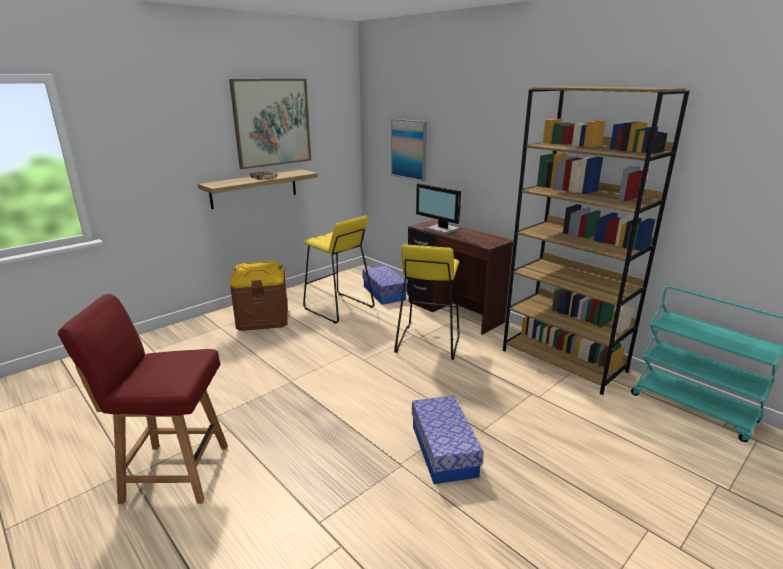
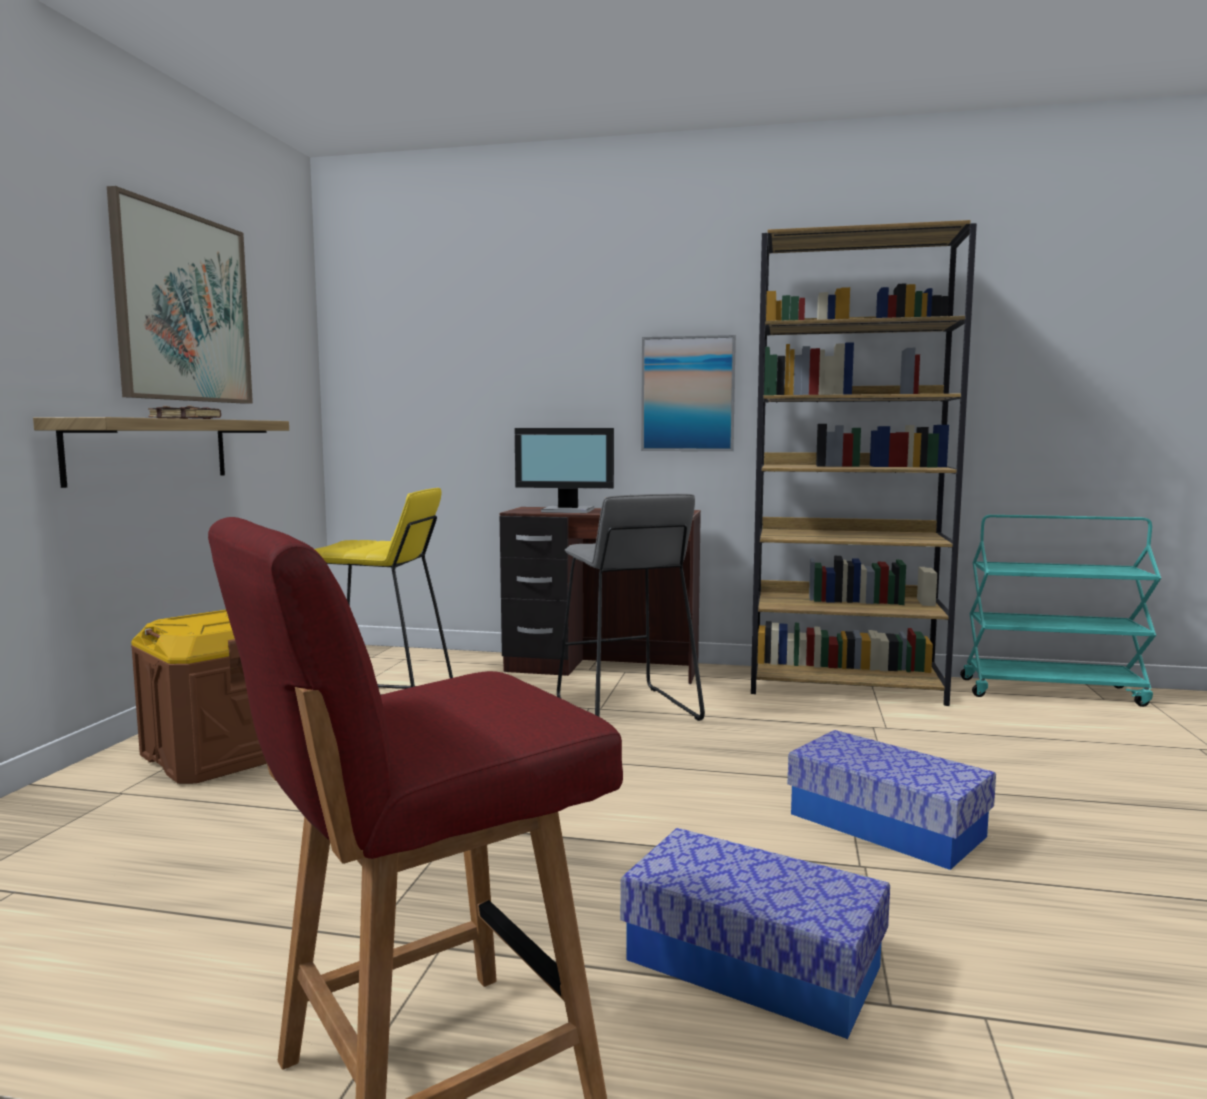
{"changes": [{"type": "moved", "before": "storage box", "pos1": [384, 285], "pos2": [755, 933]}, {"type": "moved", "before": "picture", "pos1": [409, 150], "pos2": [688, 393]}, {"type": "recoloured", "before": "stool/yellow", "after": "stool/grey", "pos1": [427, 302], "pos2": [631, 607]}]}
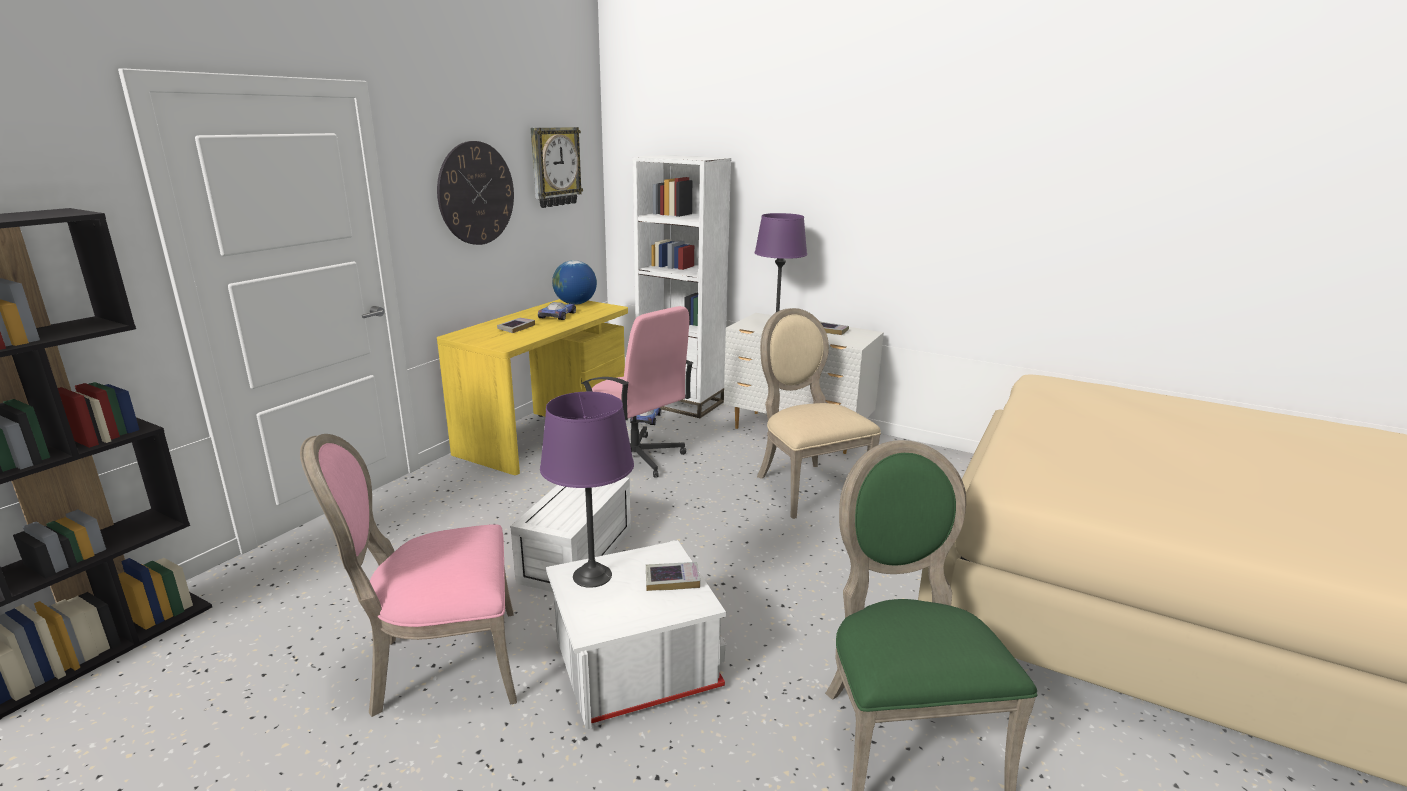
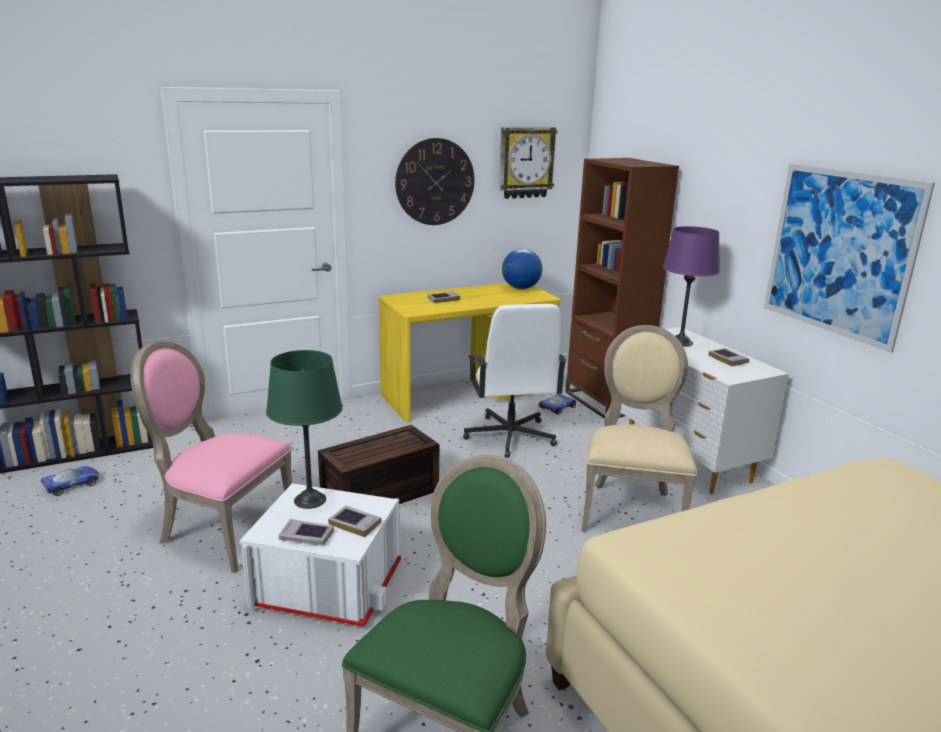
{"changes": [{"type": "recoloured", "before": "storage box/white", "after": "storage box/brown", "pos1": [570, 534], "pos2": [379, 464]}, {"type": "moved", "before": "toy car", "pos1": [557, 311], "pos2": [70, 481]}, {"type": "recoloured", "before": "table lamp/purple", "after": "table lamp/green", "pos1": [587, 490], "pos2": [304, 429]}, {"type": "recoloured", "before": "office chair/pink", "after": "office chair/white", "pos1": [637, 392], "pos2": [515, 381]}, {"type": "recoloured", "before": "bookcase/white", "after": "bookcase/brown", "pos1": [682, 286], "pos2": [622, 288]}, {"type": "added", "after": "book", "pos2": [306, 532]}, {"type": "added", "after": "picture", "pos2": [849, 258]}]}
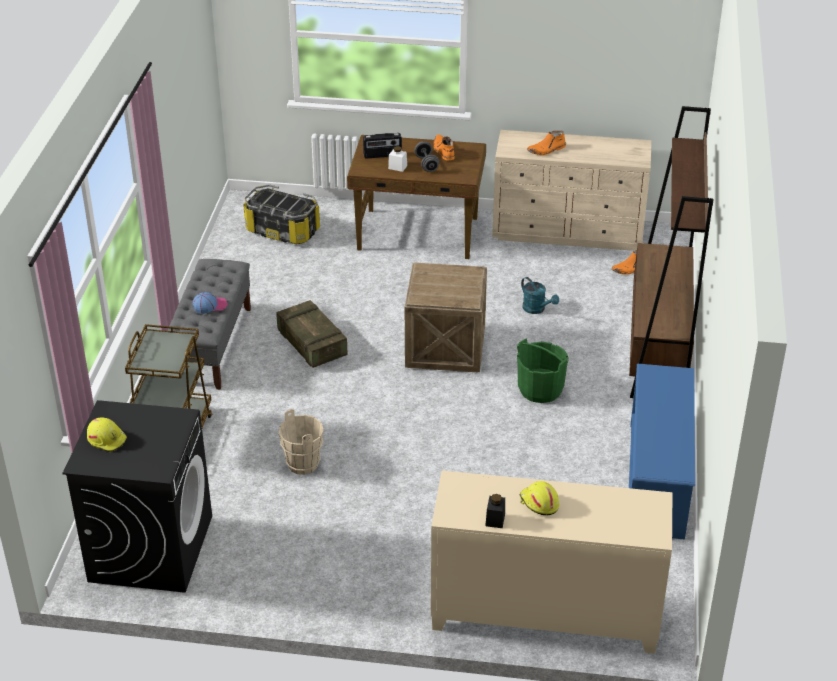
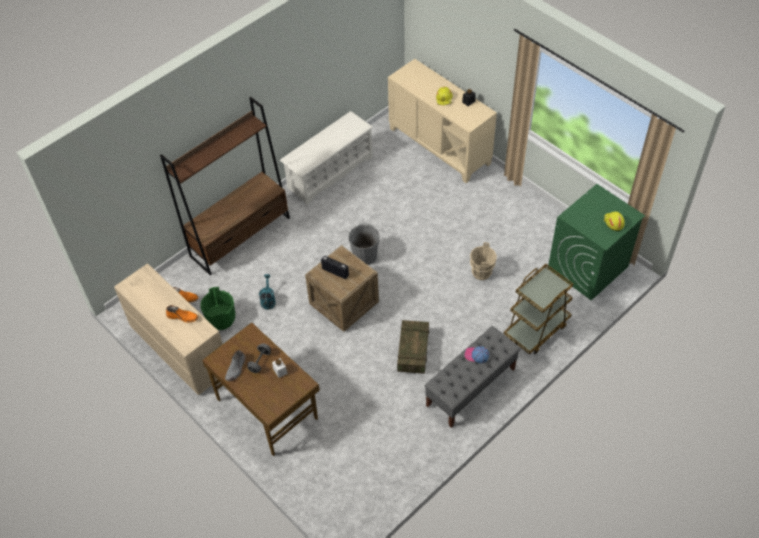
{"changes": [{"type": "recoloured", "before": "washing machine/black", "after": "washing machine/green", "pos1": [137, 496], "pos2": [596, 242]}, {"type": "removed", "before": "storage box", "pos1": [281, 214]}, {"type": "moved", "before": "radio", "pos1": [382, 146], "pos2": [335, 267]}, {"type": "recoloured", "before": "boot/orange", "after": "boot/grey", "pos1": [444, 147], "pos2": [235, 365]}, {"type": "moved", "before": "bucket/green", "pos1": [543, 370], "pos2": [217, 308]}, {"type": "recoloured", "before": "shoe rack/blue", "after": "shoe rack/white", "pos1": [662, 452], "pos2": [326, 158]}, {"type": "added", "after": "bucket/grey", "pos2": [364, 244]}]}
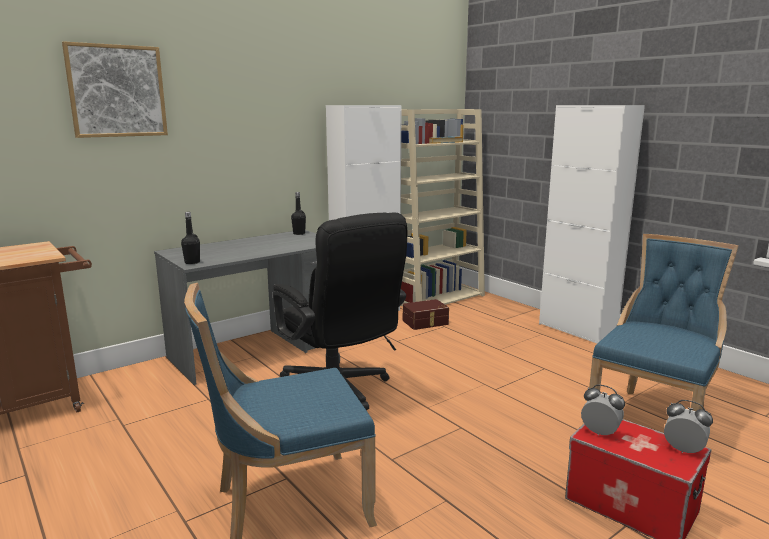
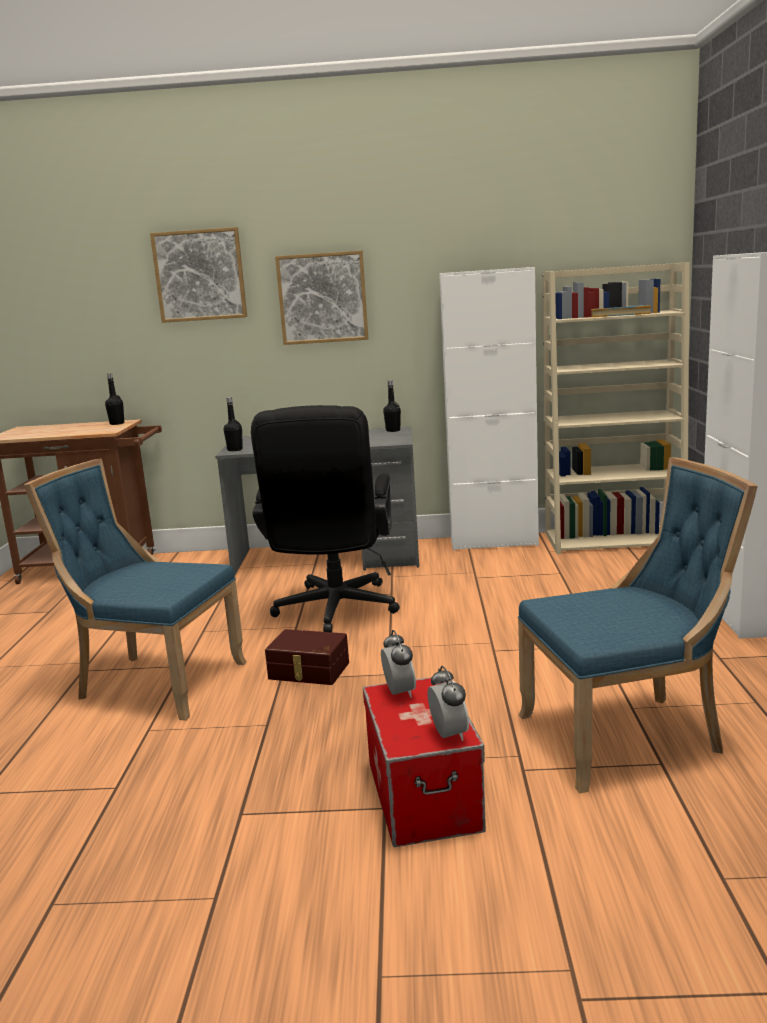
{"changes": [{"type": "moved", "before": "storage box/brown", "pos1": [426, 314], "pos2": [307, 657]}, {"type": "added", "after": "bottle/black", "pos2": [114, 399]}, {"type": "added", "after": "picture", "pos2": [321, 298]}]}
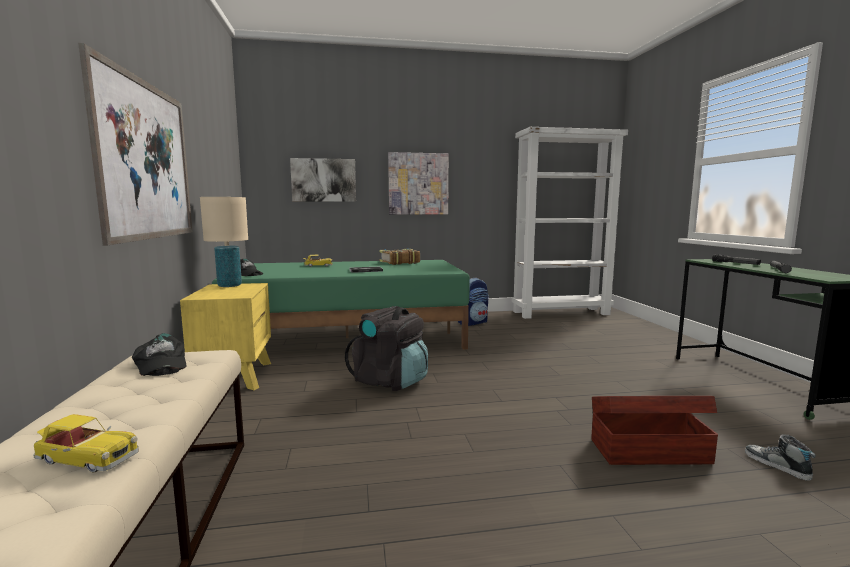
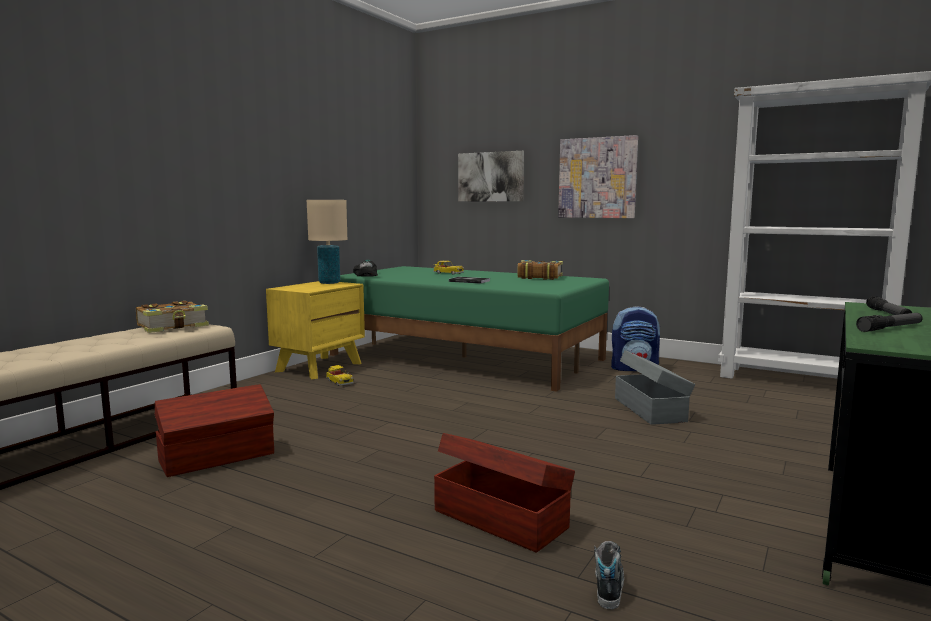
{"changes": [{"type": "moved", "before": "toy car", "pos1": [86, 443], "pos2": [340, 375]}, {"type": "removed", "before": "picture", "pos1": [135, 144]}, {"type": "replaced", "before": "cap/black", "after": "book", "pos1": [159, 354], "pos2": [172, 317]}, {"type": "removed", "before": "backpack/black", "pos1": [386, 348]}, {"type": "added", "after": "storage box/brown", "pos2": [214, 430]}, {"type": "added", "after": "storage box/grey", "pos2": [655, 387]}]}
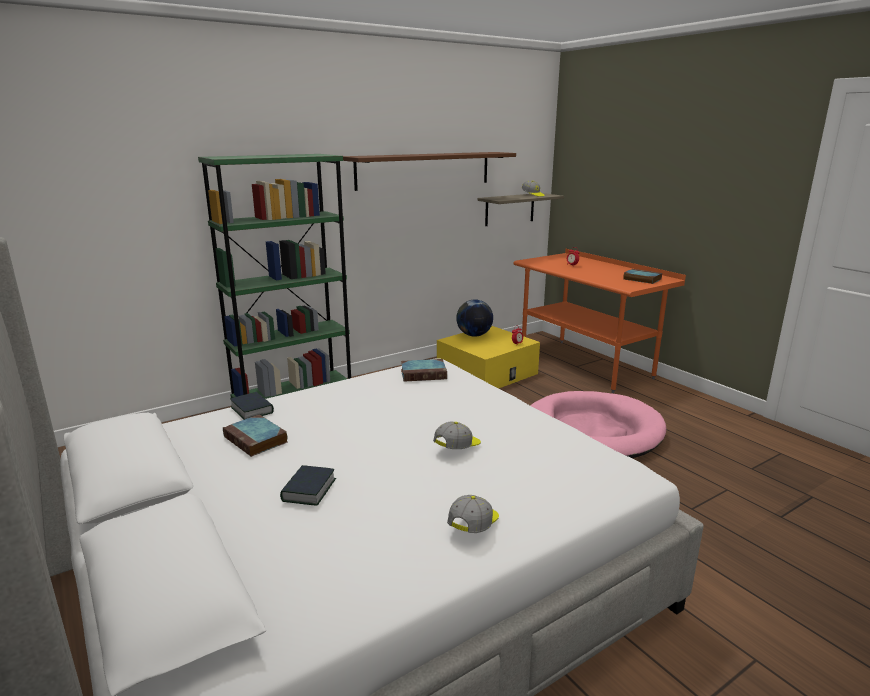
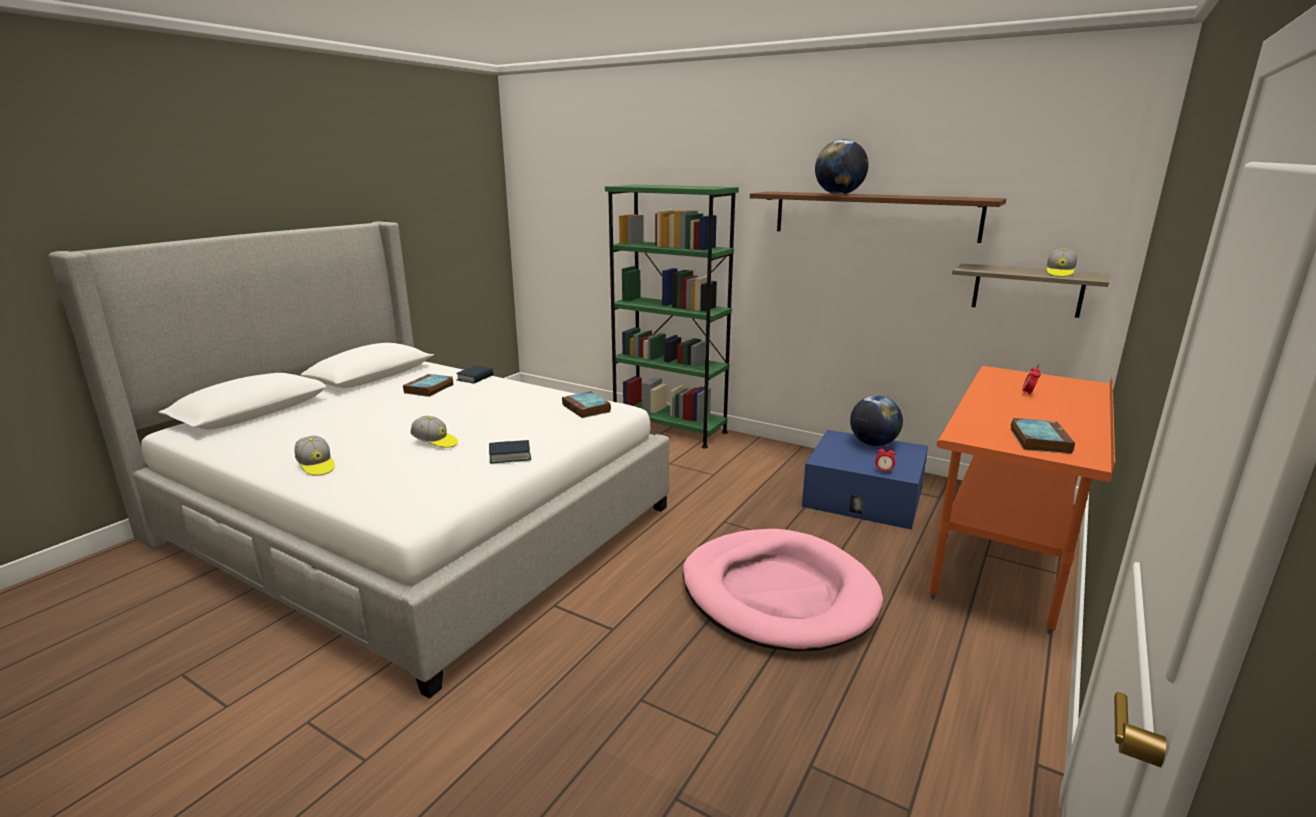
{"changes": [{"type": "moved", "before": "book", "pos1": [308, 485], "pos2": [510, 452]}, {"type": "recoloured", "before": "storage box/yellow", "after": "storage box/blue", "pos1": [488, 357], "pos2": [865, 480]}, {"type": "turned", "before": "cap", "pos1": [473, 514], "pos2": [315, 456], "turn": 45}, {"type": "added", "after": "globe", "pos2": [842, 167]}]}
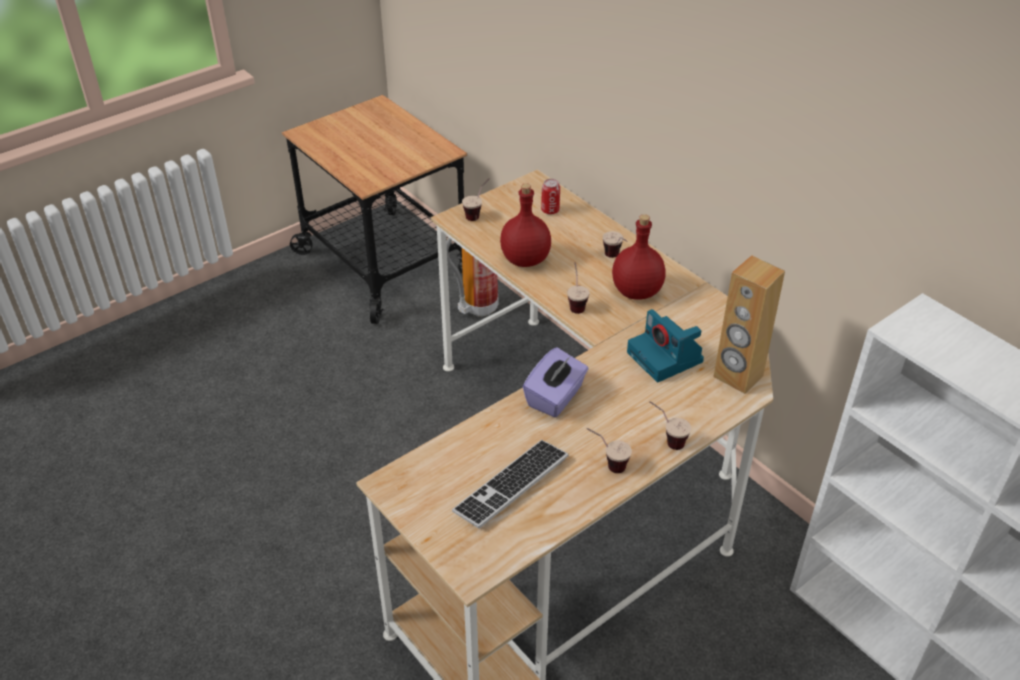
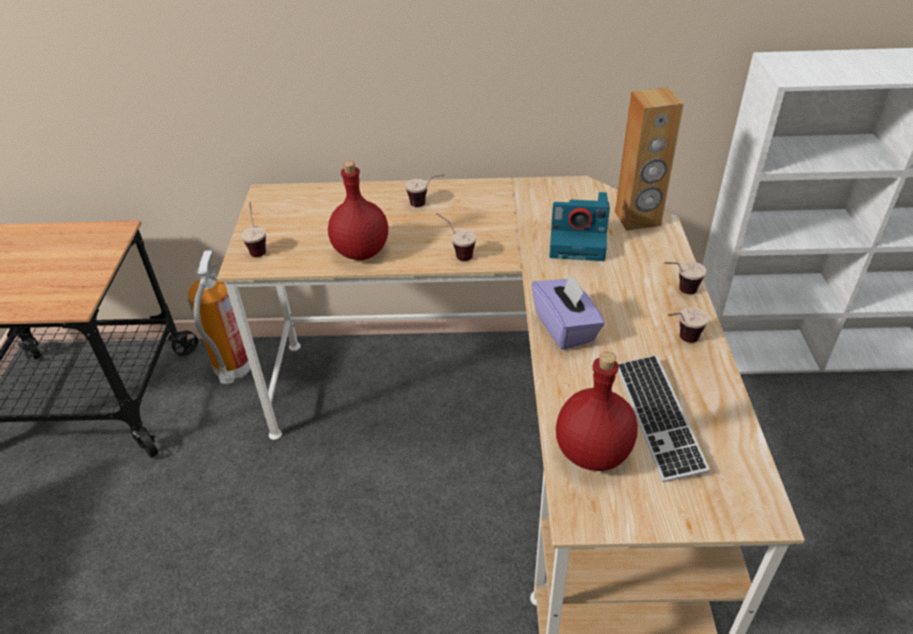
{"changes": [{"type": "removed", "before": "can", "pos1": [550, 197]}, {"type": "moved", "before": "bottle/red", "pos1": [639, 257], "pos2": [597, 411]}]}
